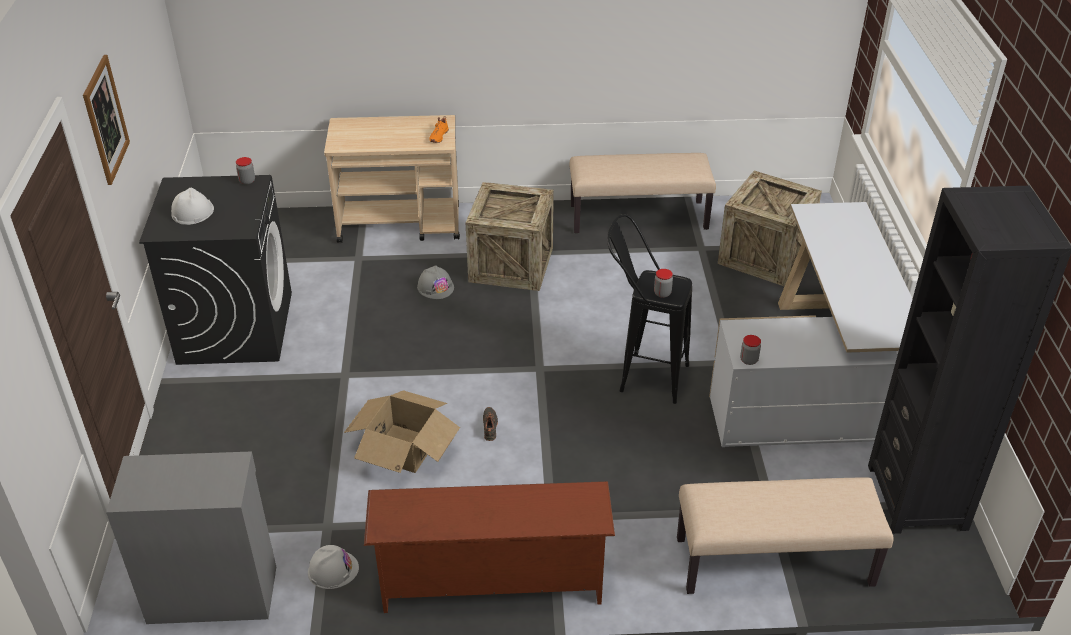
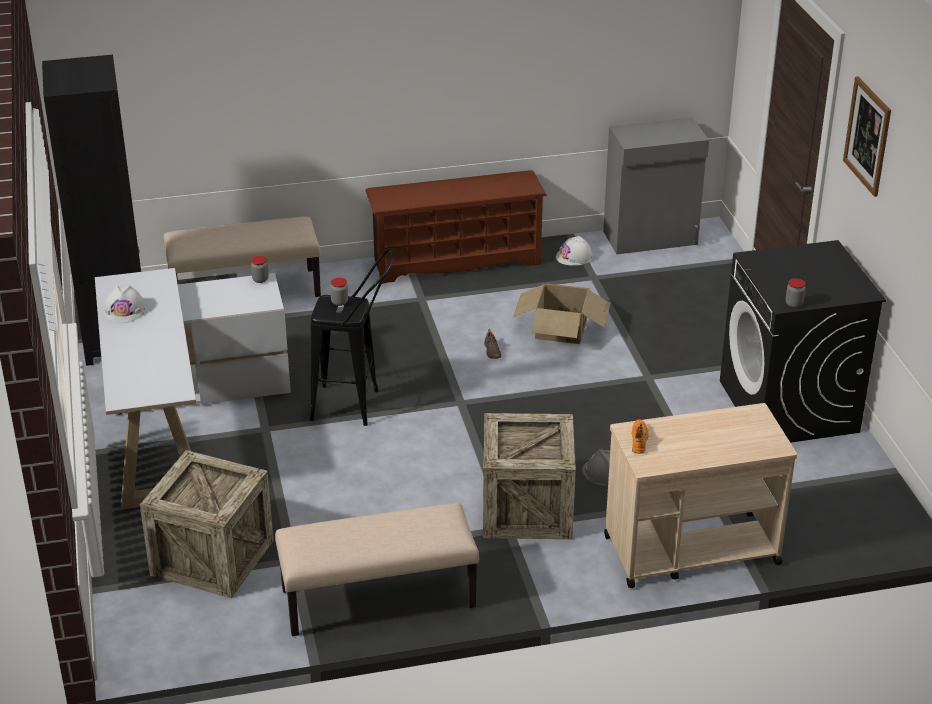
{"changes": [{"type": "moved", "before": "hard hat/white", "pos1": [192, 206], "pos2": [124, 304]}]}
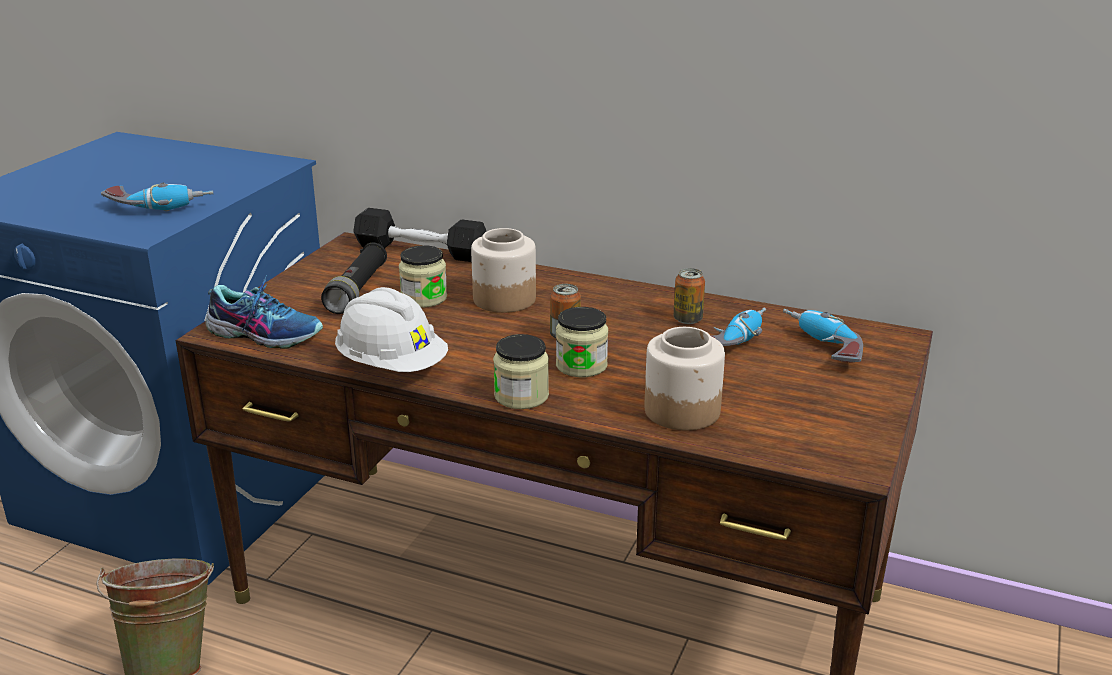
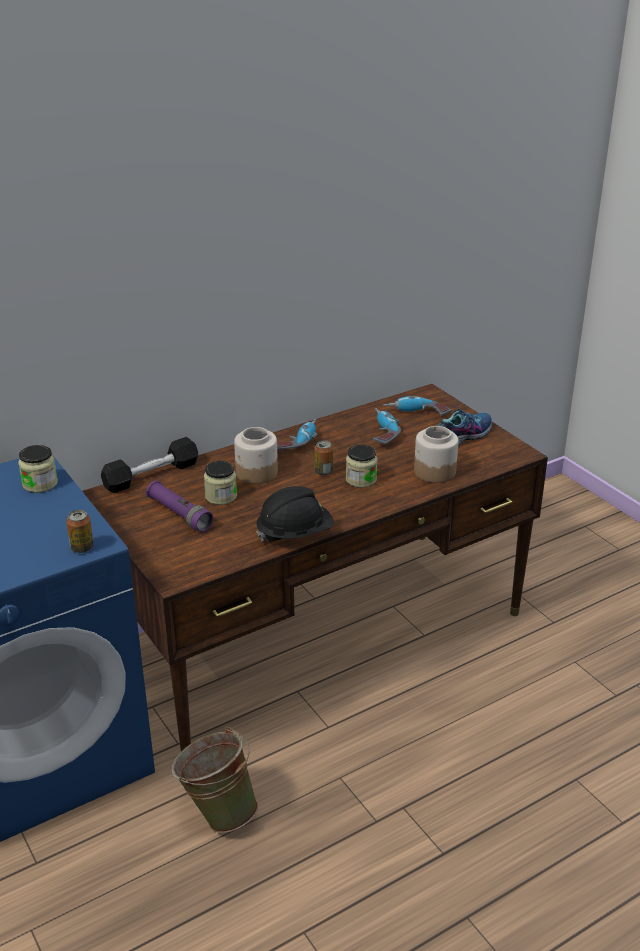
{"changes": [{"type": "moved", "before": "power drill", "pos1": [157, 197], "pos2": [297, 434]}, {"type": "moved", "before": "shoe", "pos1": [264, 312], "pos2": [465, 426]}, {"type": "recoloured", "before": "flashlight/black", "after": "flashlight/purple", "pos1": [354, 278], "pos2": [179, 506]}, {"type": "recoloured", "before": "hard hat/white", "after": "hard hat/black", "pos1": [391, 329], "pos2": [295, 514]}, {"type": "moved", "before": "jar", "pos1": [521, 371], "pos2": [38, 469]}, {"type": "moved", "before": "can", "pos1": [689, 296], "pos2": [80, 531]}]}
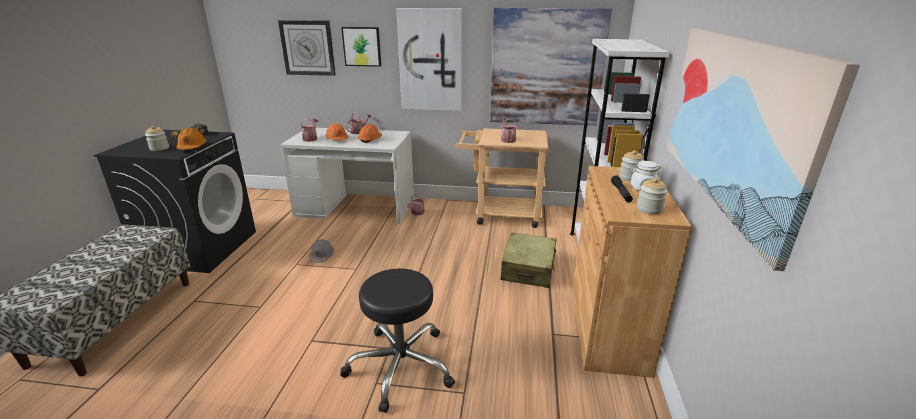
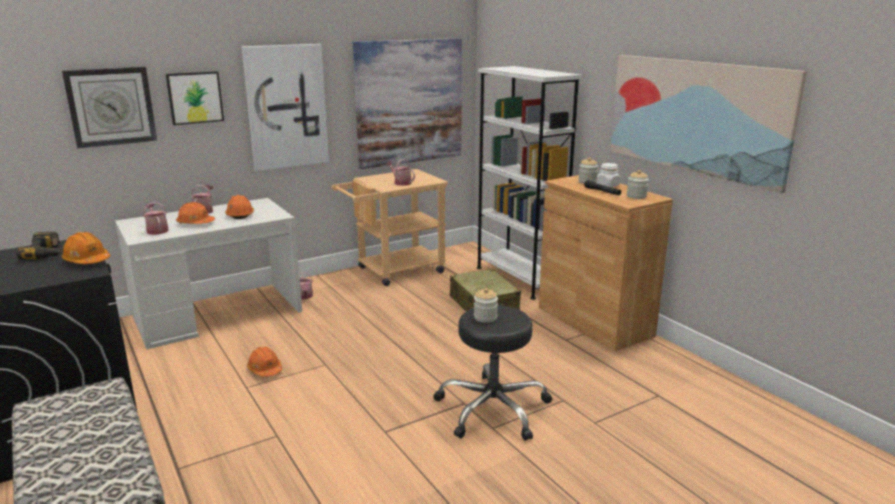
{"changes": [{"type": "moved", "before": "jar", "pos1": [157, 138], "pos2": [486, 305]}, {"type": "recoloured", "before": "hard hat/grey", "after": "hard hat/orange", "pos1": [321, 251], "pos2": [264, 362]}]}
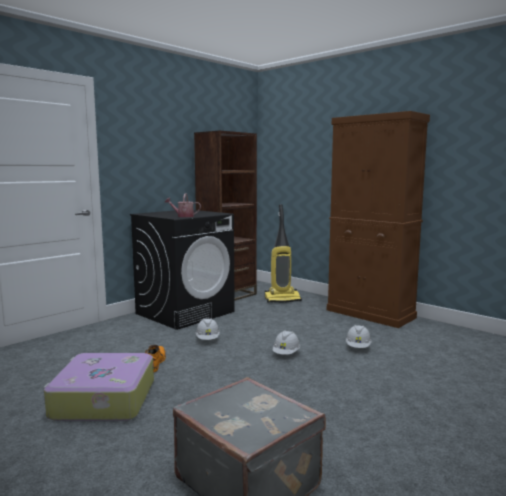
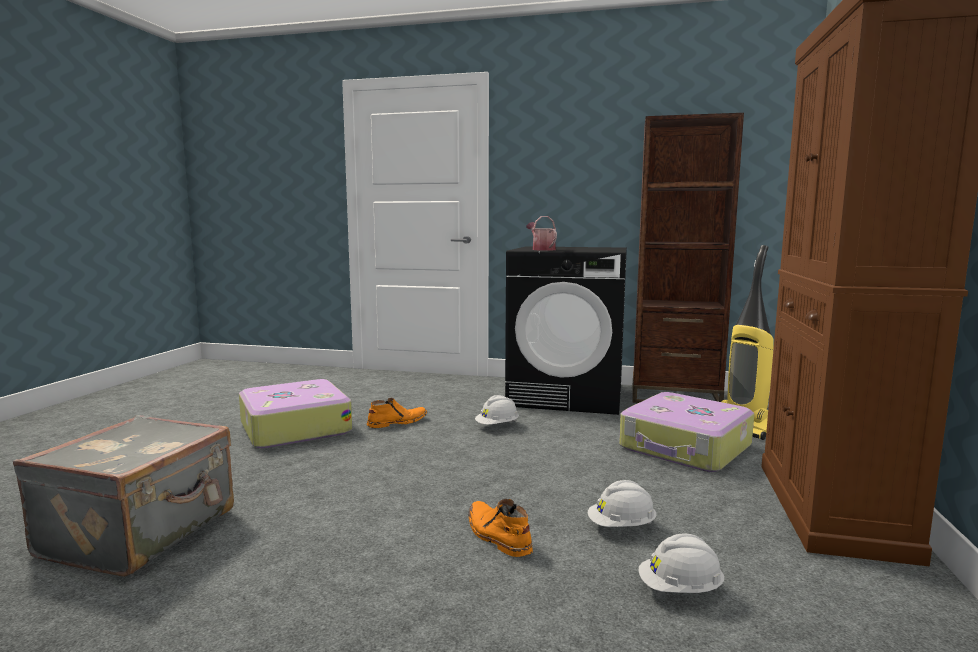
{"changes": [{"type": "moved", "before": "hard hat/white", "pos1": [286, 343], "pos2": [681, 563]}, {"type": "added", "after": "boot/orange", "pos2": [501, 528]}, {"type": "added", "after": "suitcase", "pos2": [686, 432]}]}
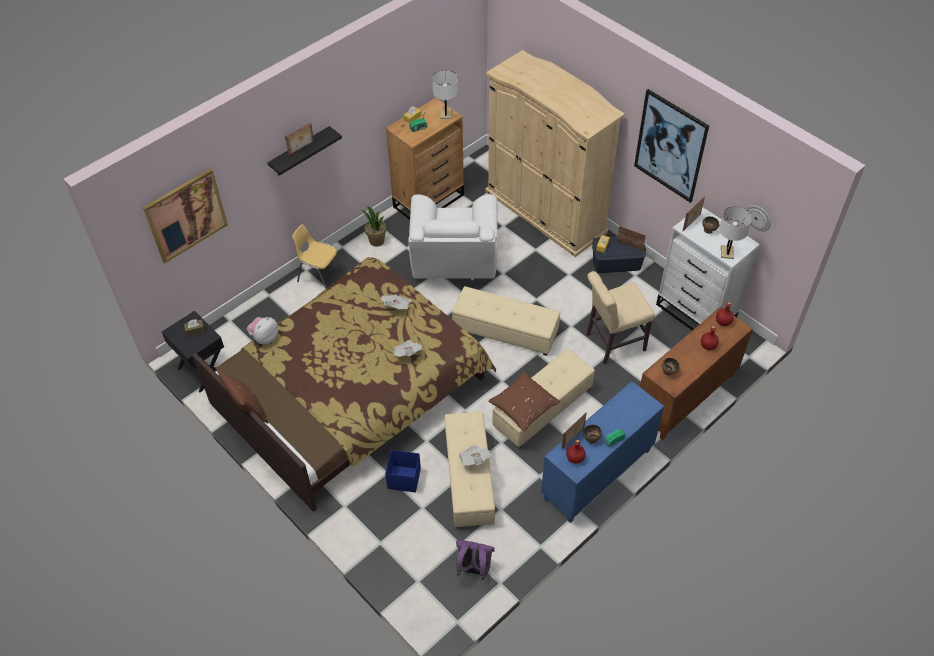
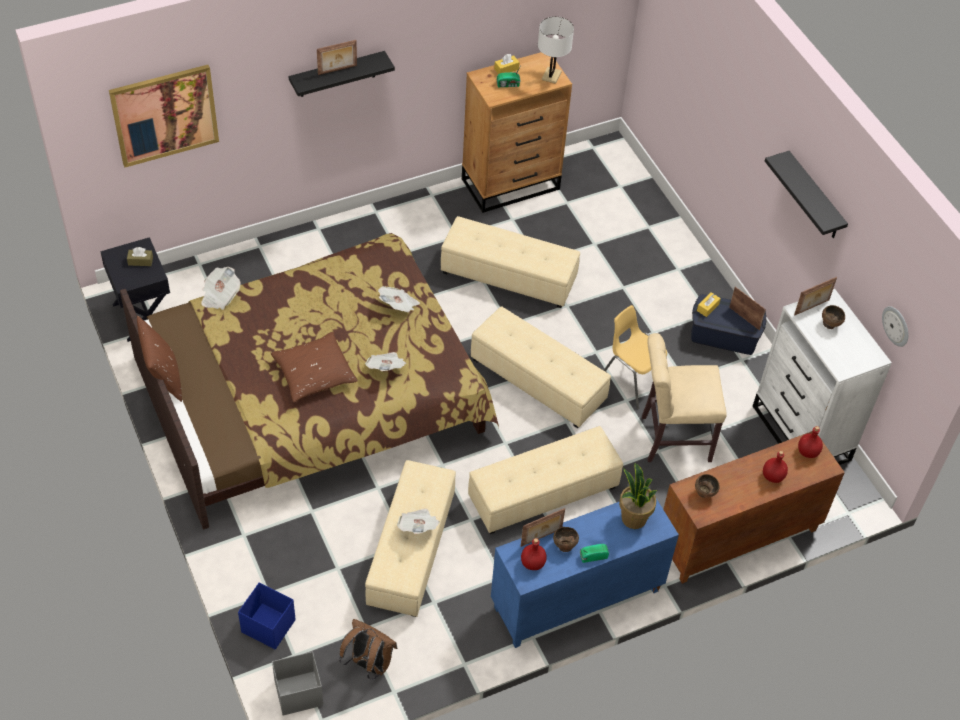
{"changes": [{"type": "replaced", "before": "plush toy", "after": "newspaper", "pos1": [262, 330], "pos2": [220, 288]}, {"type": "moved", "before": "chair/yellow", "pos1": [319, 256], "pos2": [635, 357]}, {"type": "moved", "before": "potted plant", "pos1": [373, 226], "pos2": [638, 496]}, {"type": "moved", "before": "storage box/blue", "pos1": [403, 471], "pos2": [267, 616]}, {"type": "replaced", "before": "armchair/white", "after": "ottoman/beige", "pos1": [453, 237], "pos2": [510, 262]}, {"type": "recoloured", "before": "backpack/purple", "after": "backpack/brown", "pos1": [475, 560], "pos2": [368, 649]}, {"type": "removed", "before": "wardrobe/beige", "pos1": [555, 153]}, {"type": "moved", "before": "pillow/brown", "pos1": [524, 401], "pos2": [314, 367]}, {"type": "replaced", "before": "picture", "after": "shelf/black", "pos1": [671, 146], "pos2": [806, 194]}, {"type": "removed", "before": "table lamp/white", "pos1": [735, 232]}, {"type": "added", "after": "storage box/grey", "pos2": [297, 683]}]}
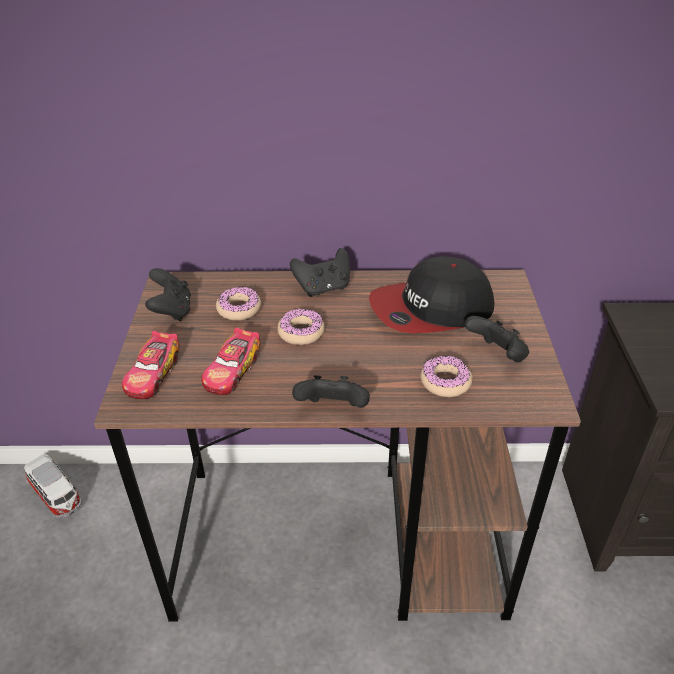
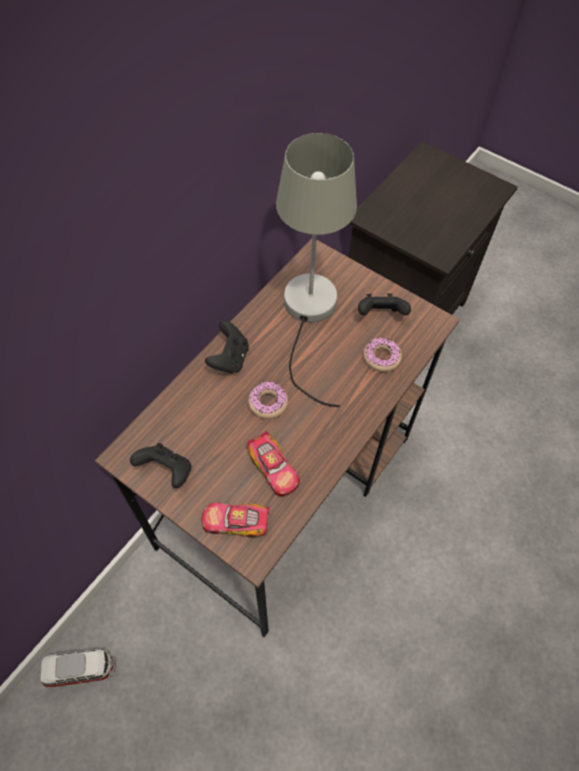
{"changes": [{"type": "turned", "before": "toy car", "pos1": [151, 364], "pos2": [235, 520], "turn": 135}, {"type": "removed", "before": "donut", "pos1": [238, 303]}, {"type": "removed", "before": "game controller/black", "pos1": [331, 391]}, {"type": "replaced", "before": "cap", "after": "table lamp/grey", "pos1": [431, 294], "pos2": [316, 270]}]}
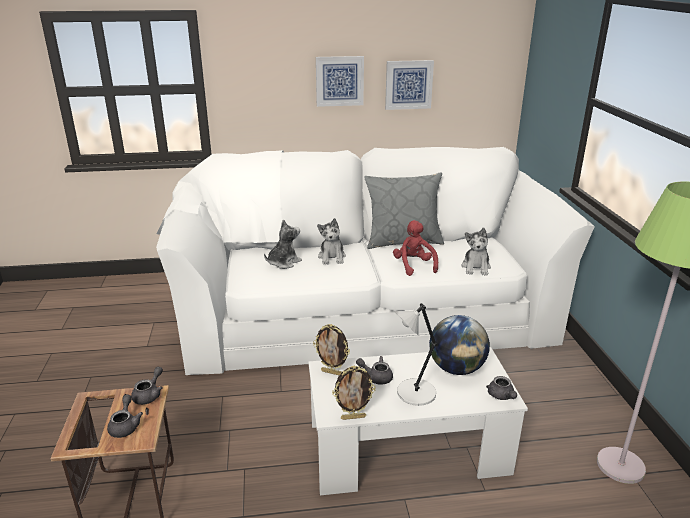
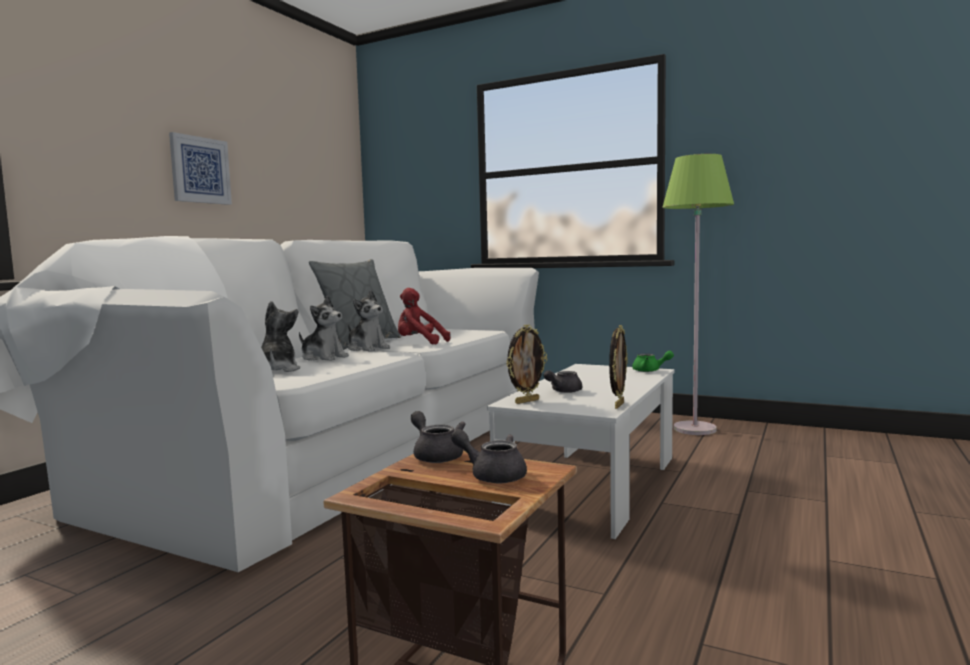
{"changes": [{"type": "removed", "before": "picture", "pos1": [409, 85]}, {"type": "removed", "before": "table lamp/grey", "pos1": [416, 354]}, {"type": "removed", "before": "globe", "pos1": [459, 345]}, {"type": "moved", "before": "plush toy", "pos1": [476, 251], "pos2": [369, 321]}, {"type": "recoloured", "before": "teapot/grey", "after": "teapot/green", "pos1": [501, 388], "pos2": [653, 361]}]}
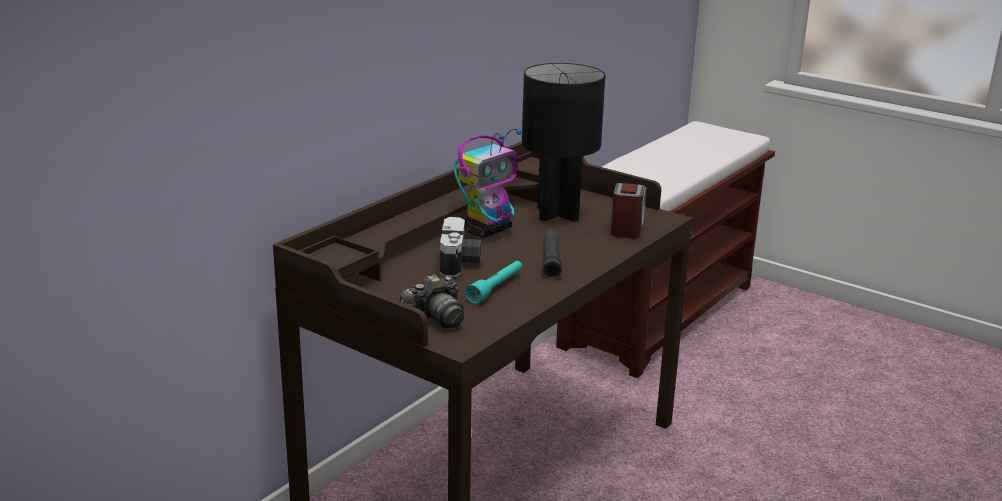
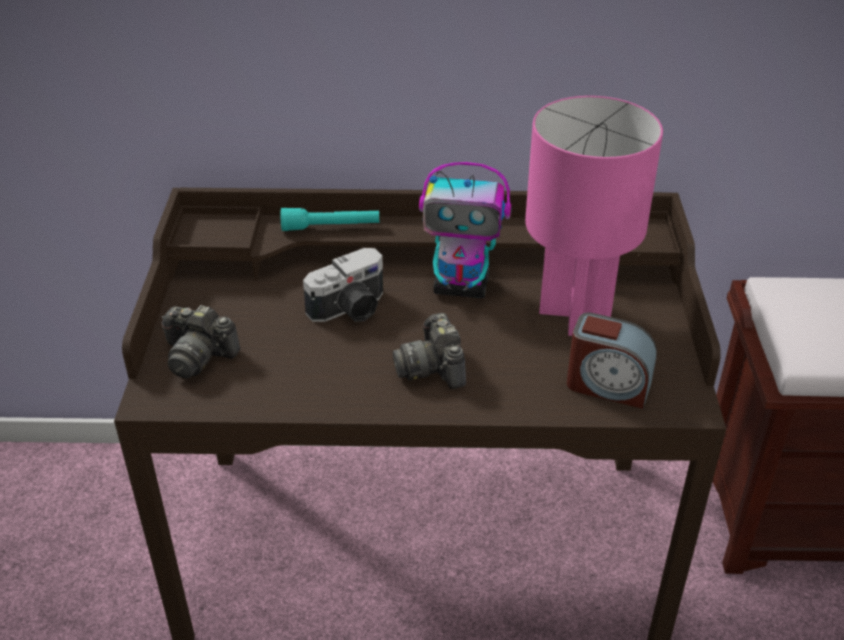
{"changes": [{"type": "moved", "before": "flashlight/turquoise", "pos1": [493, 282], "pos2": [330, 219]}, {"type": "recoloured", "before": "table lamp/black", "after": "table lamp/pink", "pos1": [563, 142], "pos2": [594, 216]}, {"type": "replaced", "before": "flashlight/black", "after": "photo camera", "pos1": [552, 254], "pos2": [429, 351]}, {"type": "turned", "before": "alarm clock", "pos1": [628, 211], "pos2": [612, 360], "turn": 45}]}
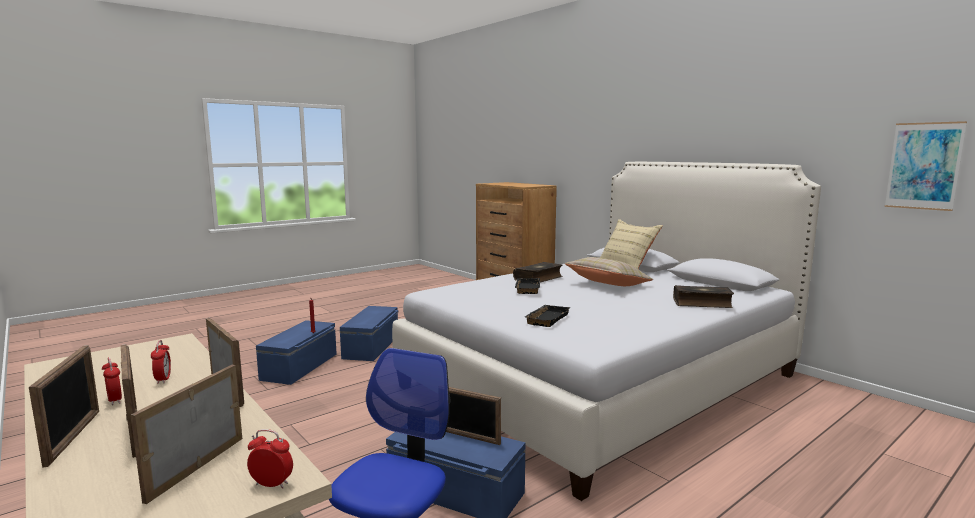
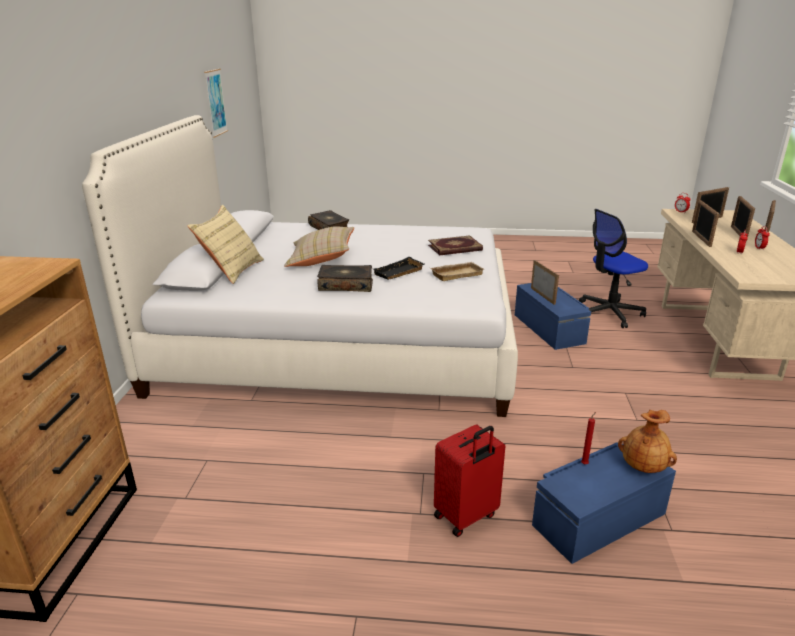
{"changes": [{"type": "replaced", "before": "storage box/blue", "after": "suitcase/red", "pos1": [369, 333], "pos2": [469, 480]}, {"type": "replaced", "before": "tray/black", "after": "book", "pos1": [548, 316], "pos2": [455, 245]}, {"type": "added", "after": "tray/beige", "pos2": [457, 271]}, {"type": "added", "after": "vase/brown", "pos2": [647, 441]}]}
